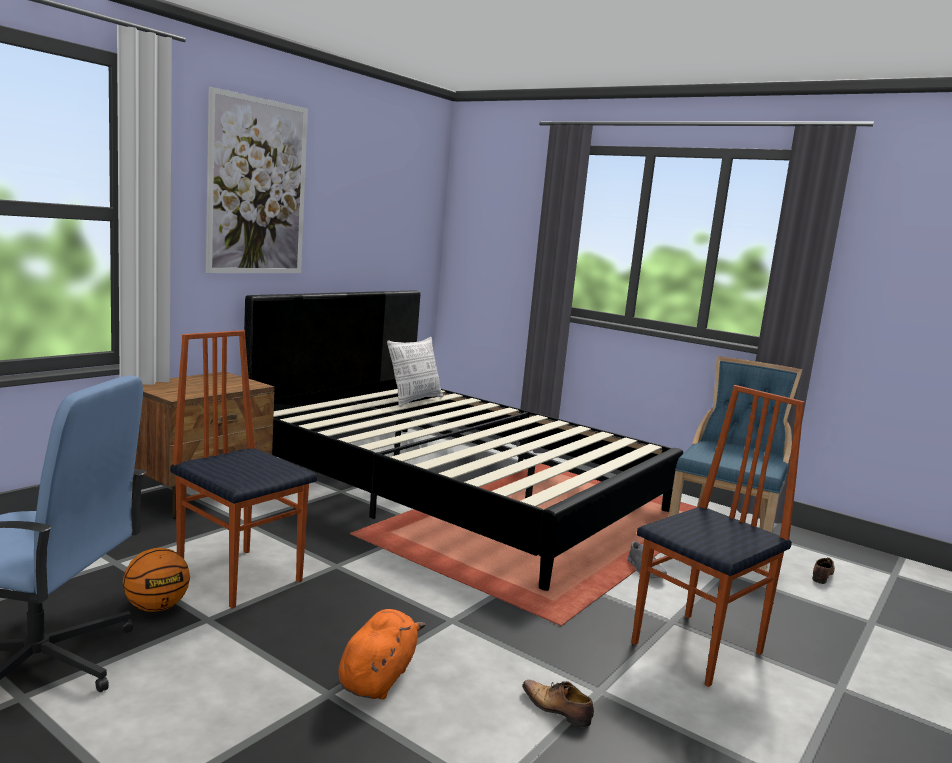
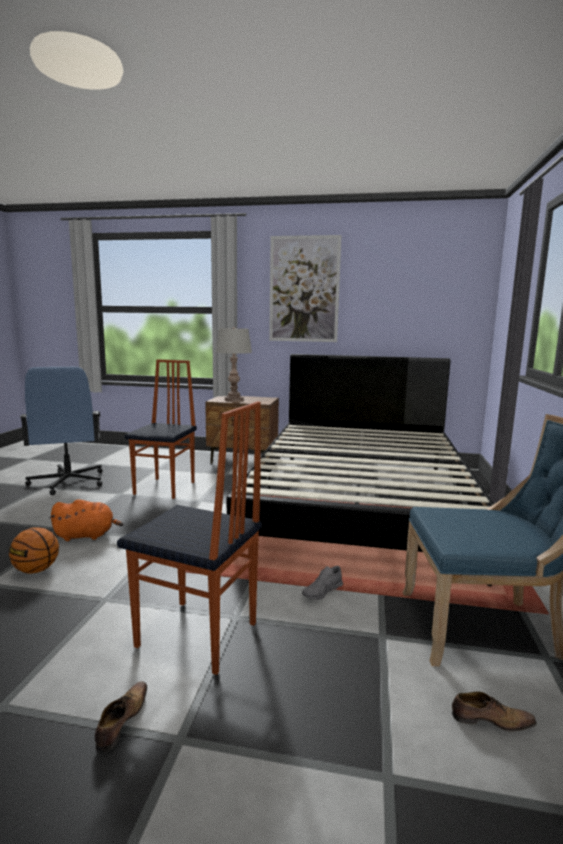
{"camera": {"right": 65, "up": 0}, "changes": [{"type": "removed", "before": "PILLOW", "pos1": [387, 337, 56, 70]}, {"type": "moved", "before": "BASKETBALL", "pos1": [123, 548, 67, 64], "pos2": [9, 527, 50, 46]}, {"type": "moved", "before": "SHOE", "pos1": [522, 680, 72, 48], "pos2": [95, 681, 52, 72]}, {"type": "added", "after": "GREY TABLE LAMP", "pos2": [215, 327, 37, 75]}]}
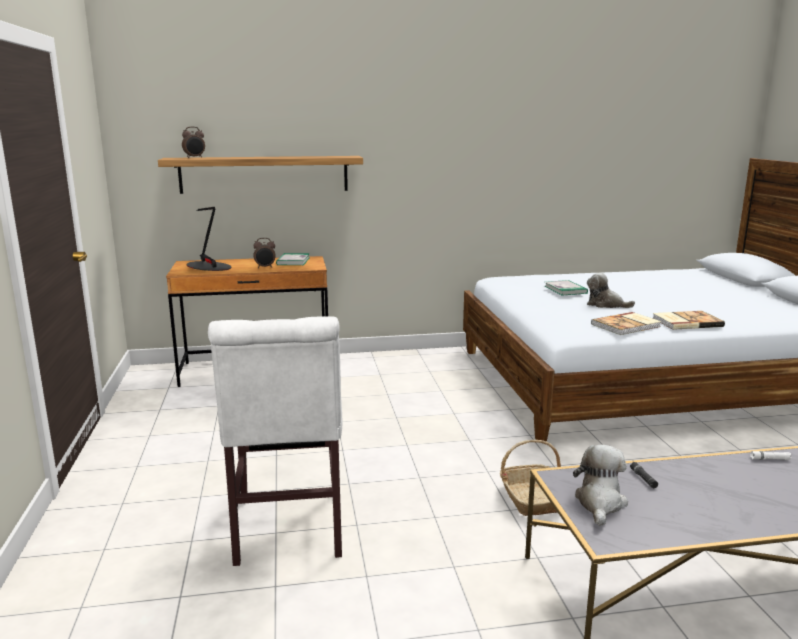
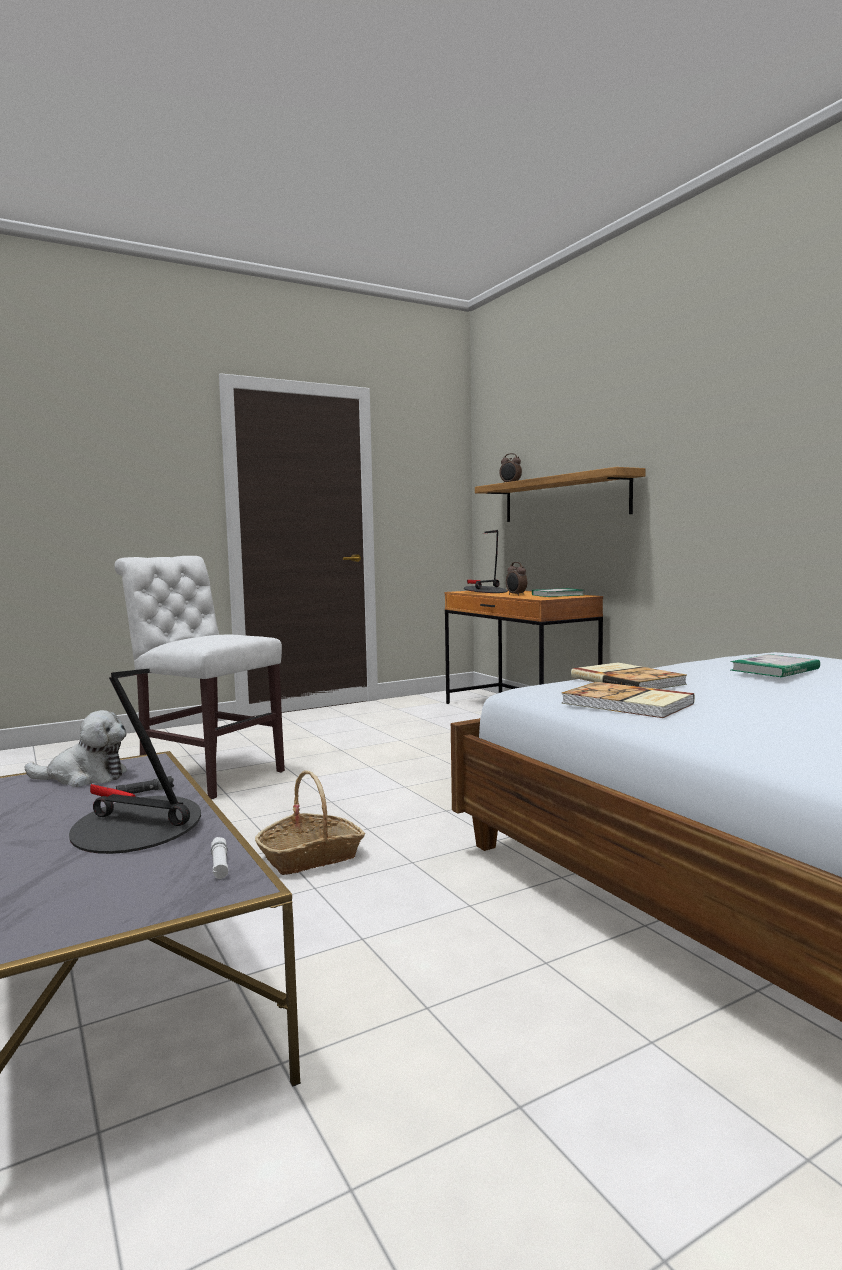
{"camera": {"right": 70, "up": -10}, "changes": [{"type": "removed", "before": "PLUSH TOY", "pos1": [587, 273, 48, 35]}, {"type": "moved", "before": "BOOK", "pos1": [653, 311, 72, 19], "pos2": [571, 662, 116, 27]}, {"type": "turned", "before": "WHITE CHAIR", "pos1": [208, 316, 134, 250], "pos2": [114, 556, 171, 243], "turn": 60}, {"type": "added", "after": "TABLE LAMP", "pos2": [69, 669, 132, 185]}]}
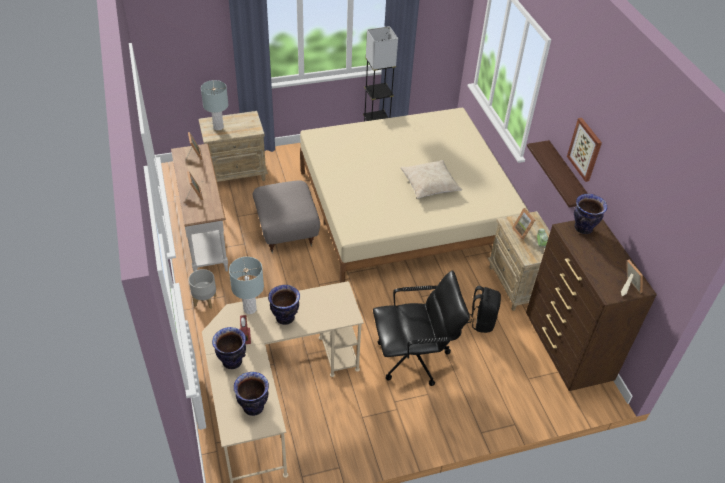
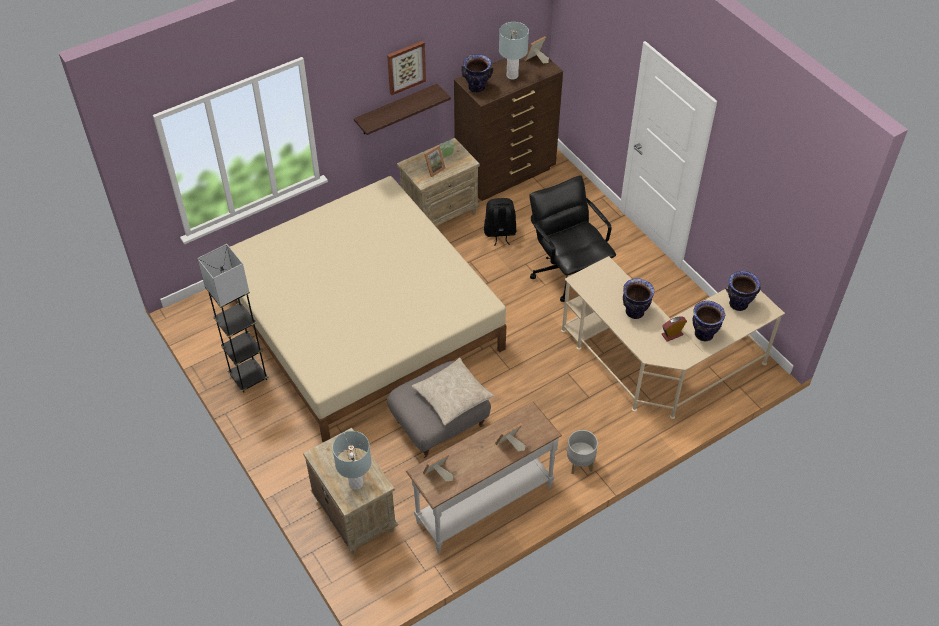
{"camera": {"right": -105, "up": 5}, "changes": [{"type": "moved", "before": "BEIGE PILLOW", "pos1": [400, 160, 62, 39], "pos2": [411, 358, 84, 67]}, {"type": "moved", "before": "GREY TABLE LAMP", "pos1": [229, 257, 35, 57], "pos2": [499, 22, 30, 58]}]}
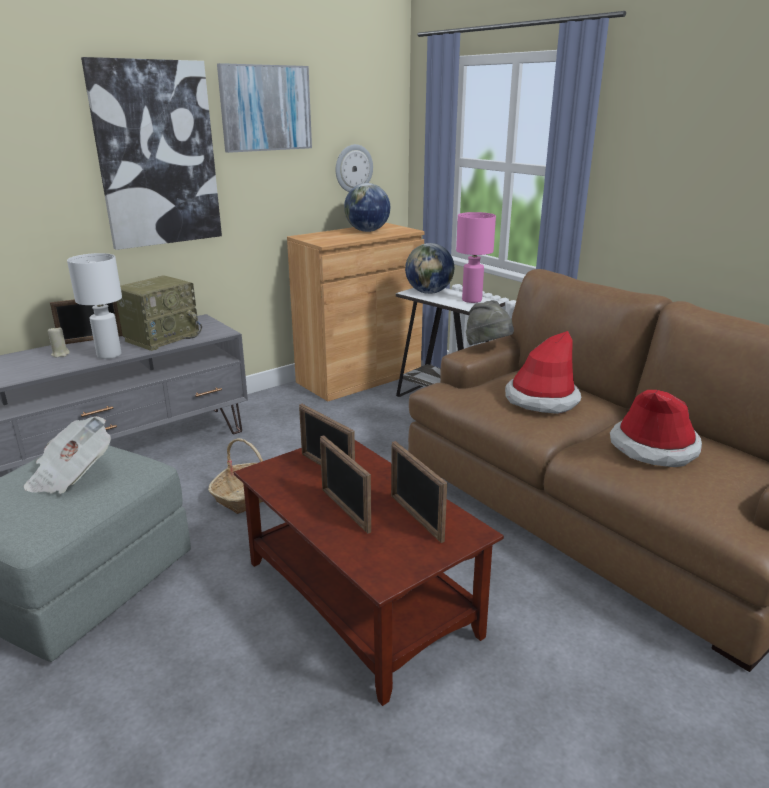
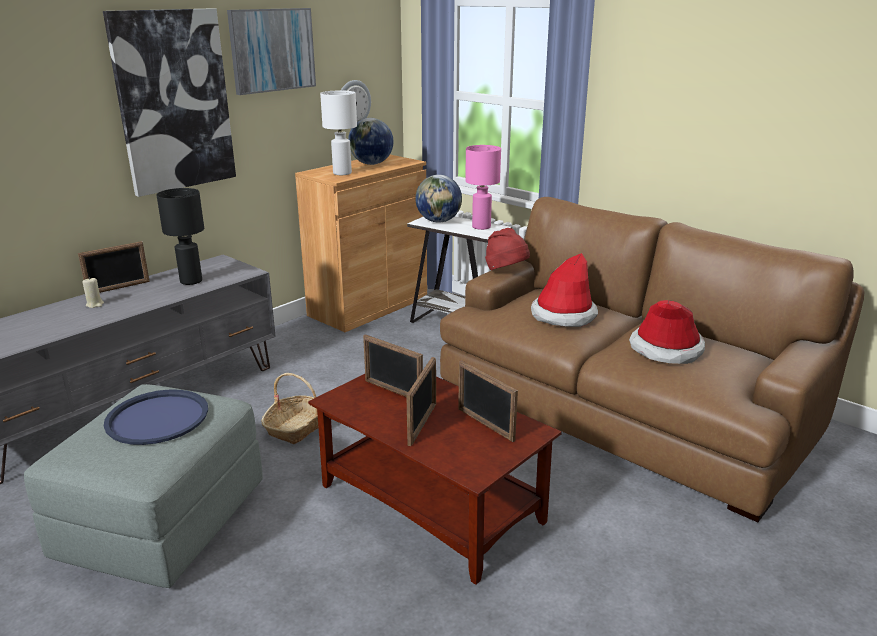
{"camera": {"right": -10, "up": 0}, "changes": [{"type": "moved", "before": "WHITE TABLE LAMP", "pos1": [67, 253, 55, 106], "pos2": [320, 91, 37, 84]}, {"type": "replaced", "before": "RADIO", "after": "BLACK TABLE LAMP", "pos1": [116, 275, 86, 76], "pos2": [156, 188, 48, 97]}, {"type": "recoloured", "before": "GREY HAT", "after": "RED HAT", "pos1": [466, 300, 48, 45], "pos2": [485, 228, 45, 42]}, {"type": "replaced", "before": "NEWSPAPER", "after": "BLUE TRAY", "pos1": [24, 416, 87, 78], "pos2": [104, 389, 104, 56]}, {"type": "turned", "before": "PICTURE FRAME", "pos1": [320, 435, 51, 98], "pos2": [406, 357, 30, 89], "turn": -120}]}
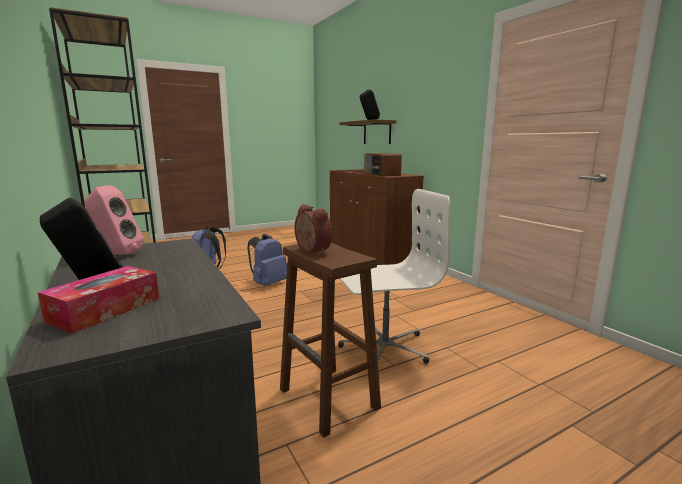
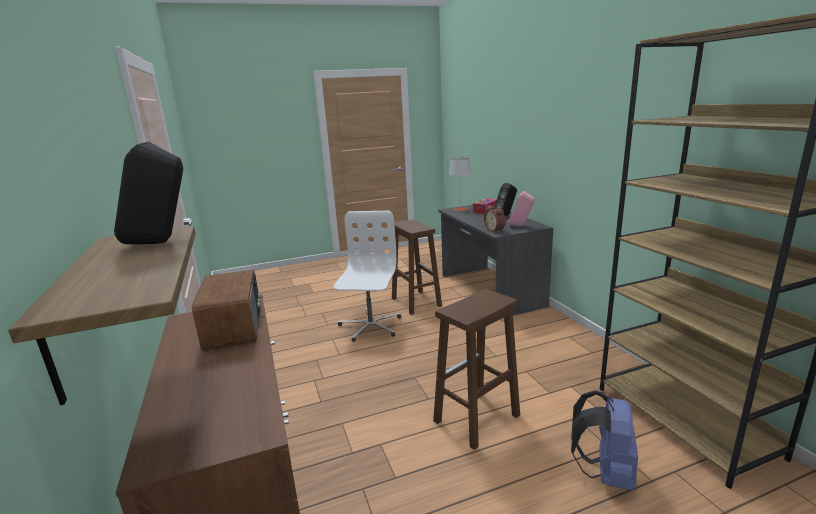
{"camera": {"right": -170, "up": 5}, "changes": [{"type": "turned", "before": "WHITE OFFICE CHAIR", "pos1": [338, 189, 112, 175], "pos2": [334, 211, 67, 131], "turn": 105}, {"type": "moved", "before": "ALARM CLOCK", "pos1": [295, 204, 38, 50], "pos2": [484, 205, 22, 28]}, {"type": "replaced", "before": "BLUE BACKPACK", "after": "BROWN STOOL", "pos1": [248, 234, 39, 52], "pos2": [433, 289, 87, 161]}, {"type": "added", "after": "GREY TABLE LAMP", "pos2": [449, 157, 23, 54]}]}
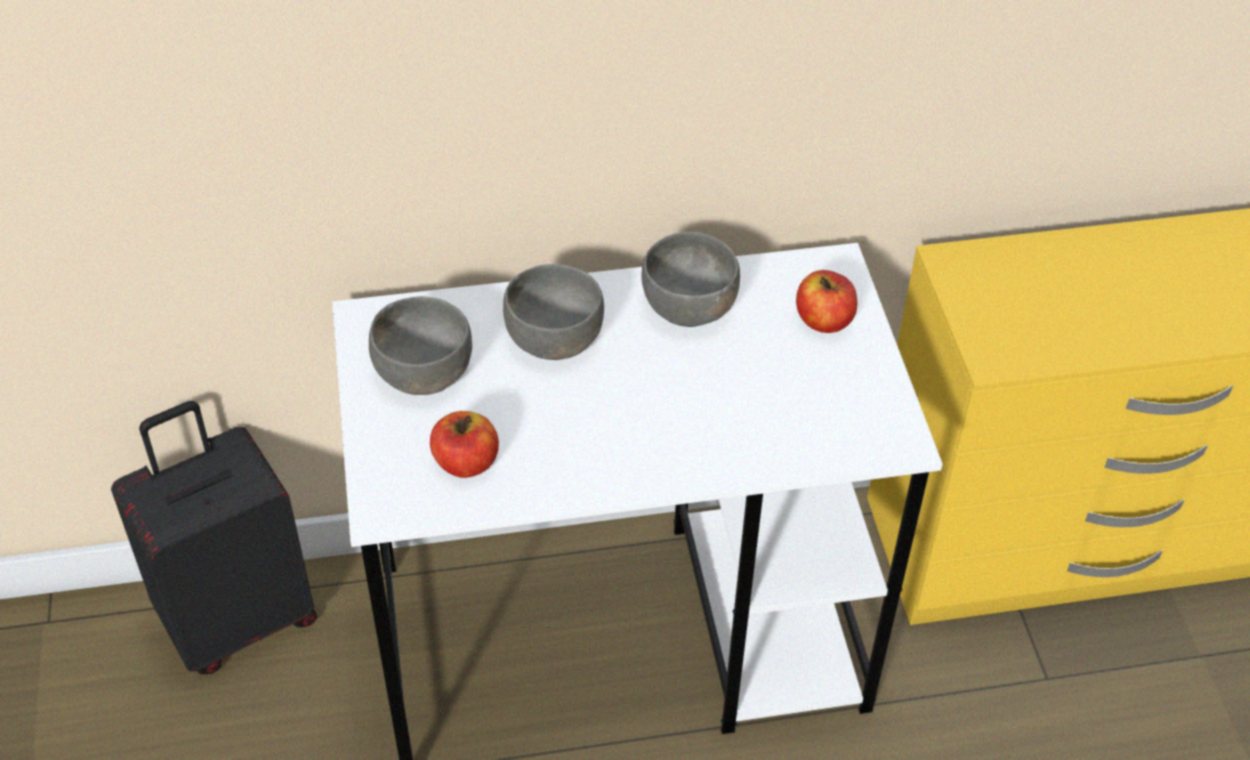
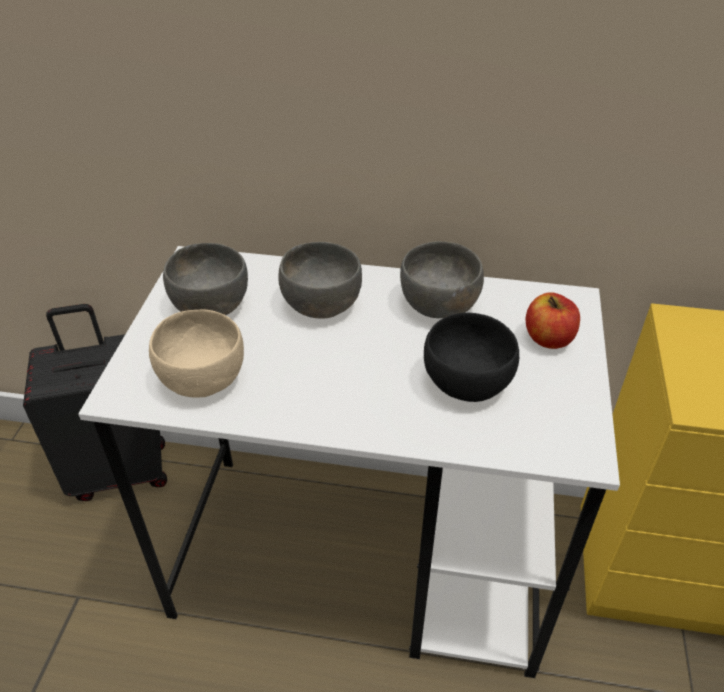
{"camera": {"right": 20, "up": -5}, "changes": [{"type": "replaced", "before": "APPLE", "after": "BEIGE BOWL", "pos1": [430, 411, 69, 67], "pos2": [149, 310, 95, 88]}, {"type": "added", "after": "BLACK BOWL", "pos2": [424, 313, 95, 89]}]}
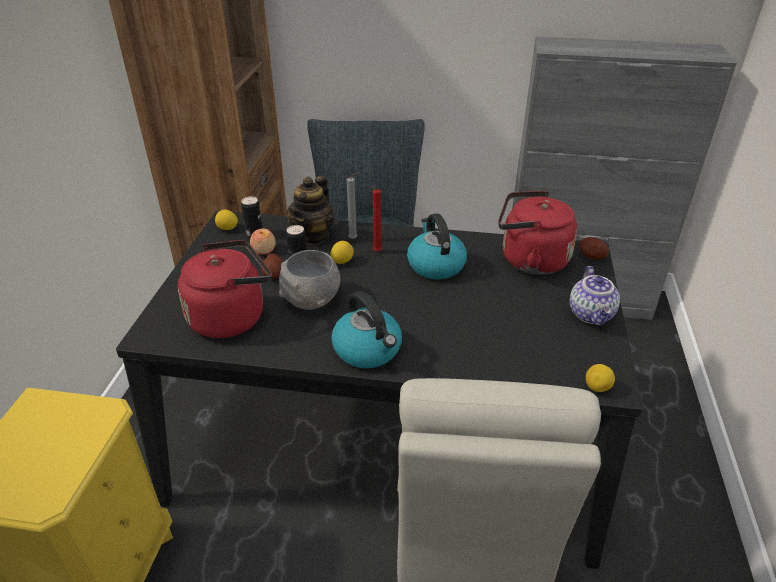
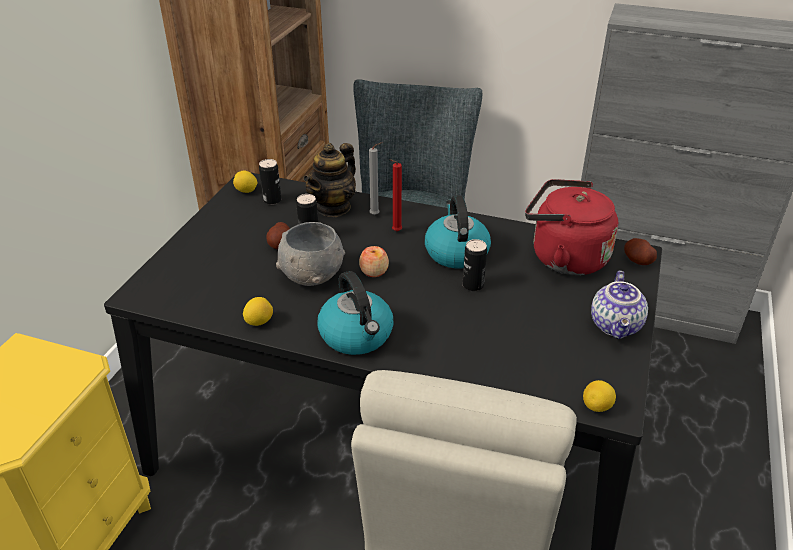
{"camera": {"right": 10, "up": 0}, "changes": [{"type": "moved", "before": "APPLE", "pos1": [250, 229, 26, 26], "pos2": [359, 246, 30, 31]}, {"type": "removed", "before": "RED KETTLE", "pos1": [178, 240, 94, 98]}, {"type": "moved", "before": "LEMON", "pos1": [330, 241, 24, 23], "pos2": [243, 297, 30, 29]}, {"type": "added", "after": "CAN", "pos2": [463, 239, 24, 52]}]}
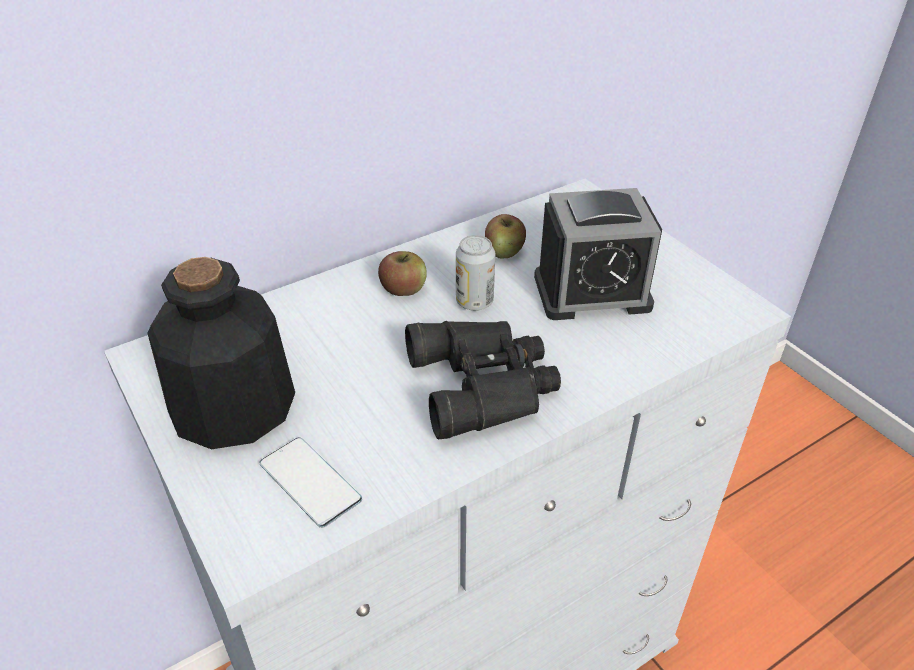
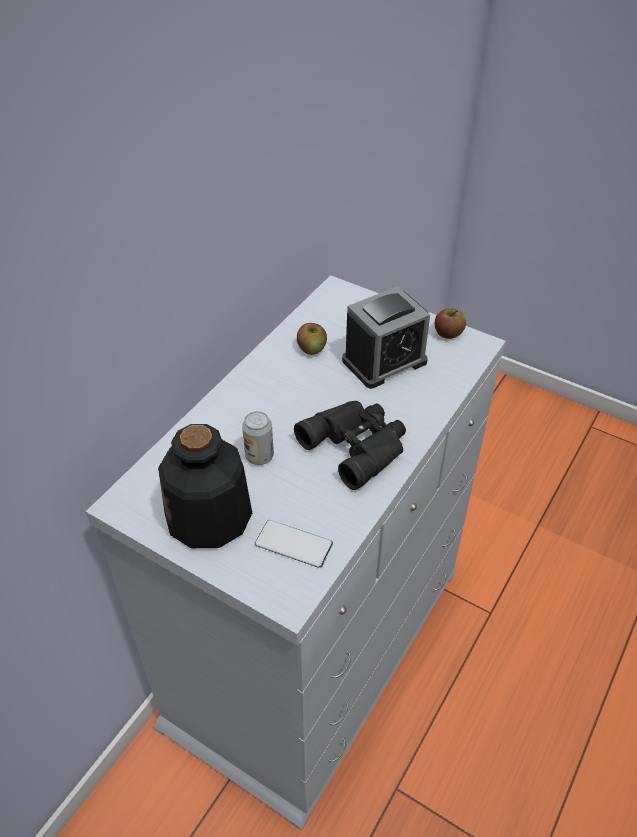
{"camera": {"right": -25, "up": 5}, "changes": [{"type": "moved", "before": "CAN", "pos1": [456, 235, 39, 76], "pos2": [242, 411, 32, 54]}, {"type": "moved", "before": "APPLE", "pos1": [378, 251, 49, 45], "pos2": [435, 308, 31, 31]}]}
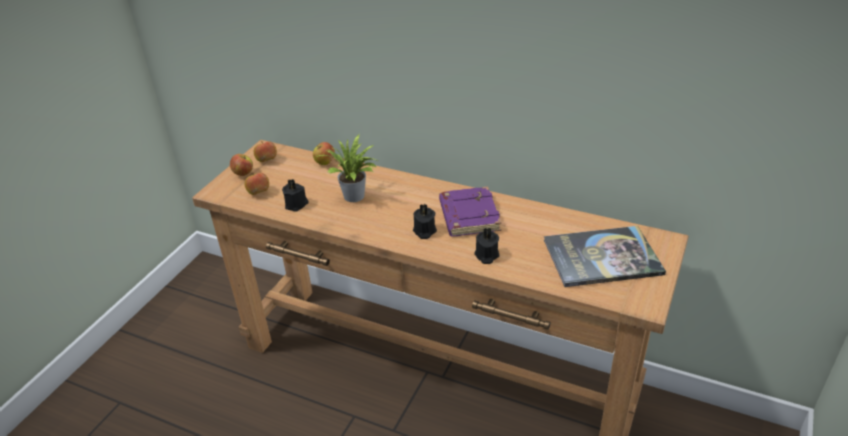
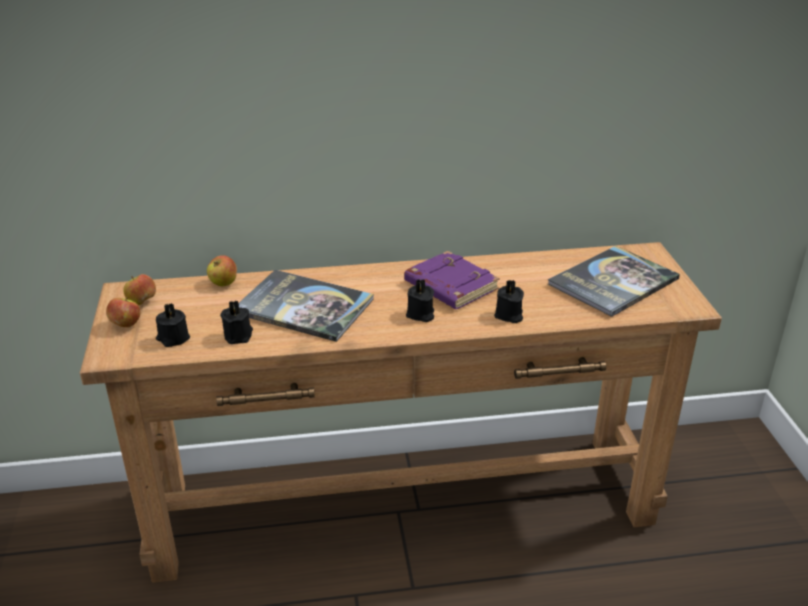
{"camera": {"right": -35, "up": -5}, "changes": [{"type": "replaced", "before": "POTTED PLANT", "after": "BOOK", "pos1": [316, 134, 63, 68], "pos2": [239, 270, 135, 72]}, {"type": "replaced", "before": "APPLE", "after": "BLACK CANDLE", "pos1": [245, 172, 24, 23], "pos2": [156, 303, 34, 44]}]}
